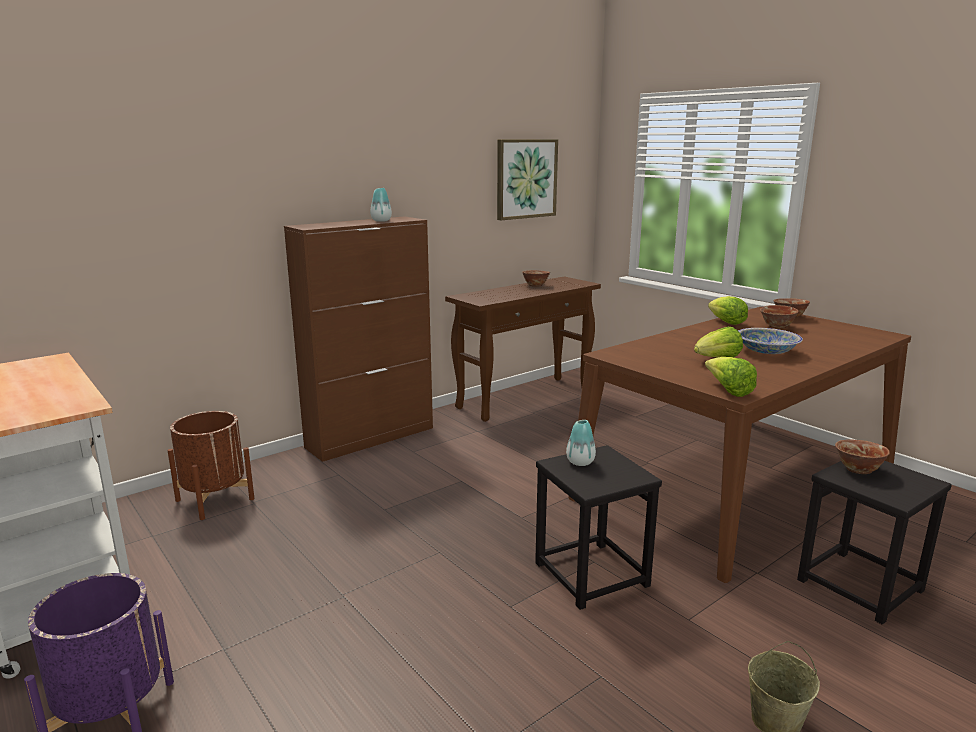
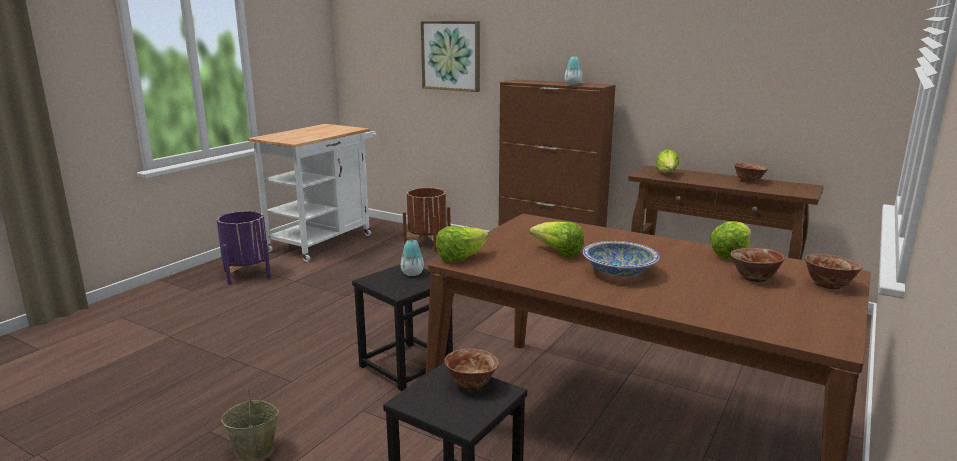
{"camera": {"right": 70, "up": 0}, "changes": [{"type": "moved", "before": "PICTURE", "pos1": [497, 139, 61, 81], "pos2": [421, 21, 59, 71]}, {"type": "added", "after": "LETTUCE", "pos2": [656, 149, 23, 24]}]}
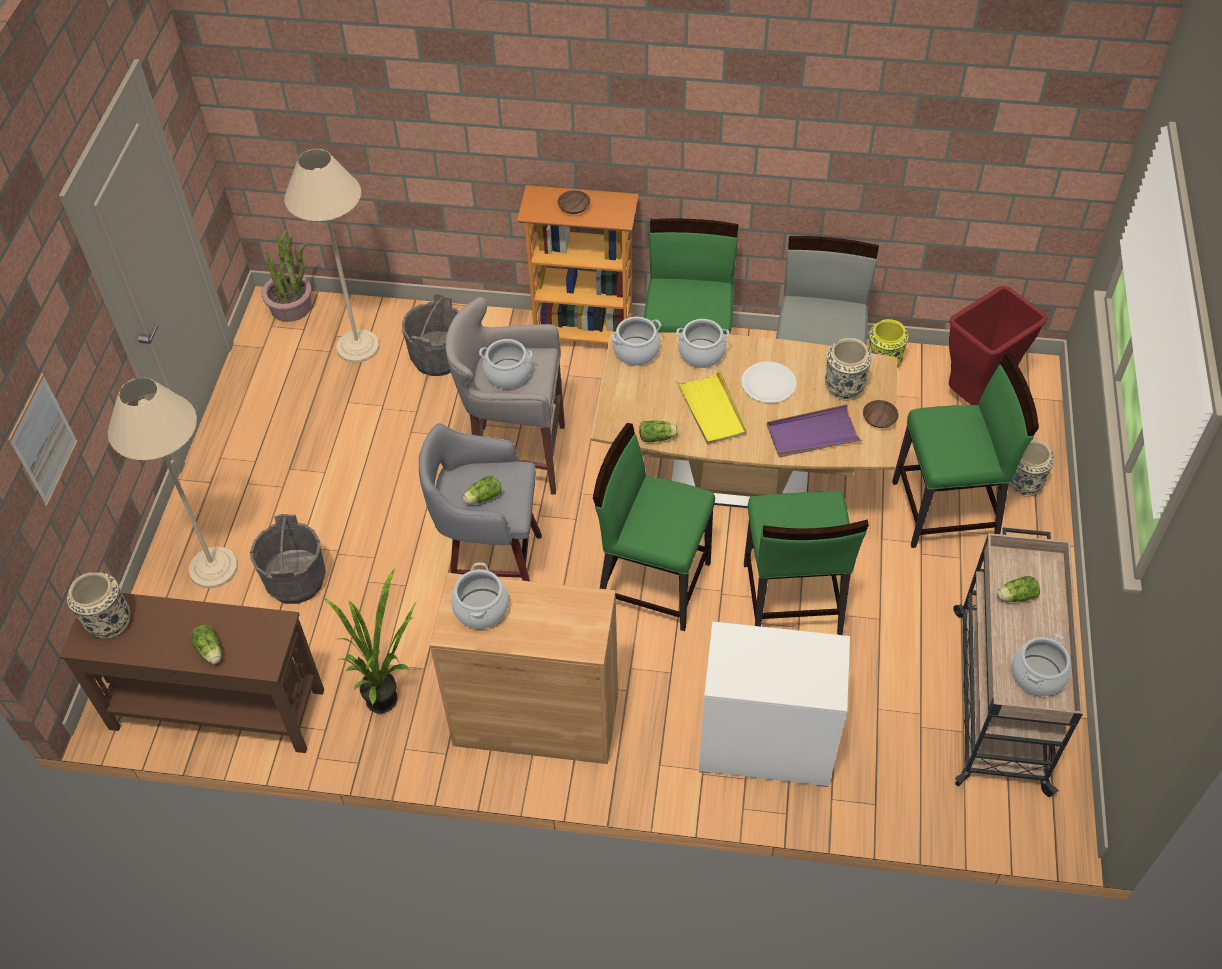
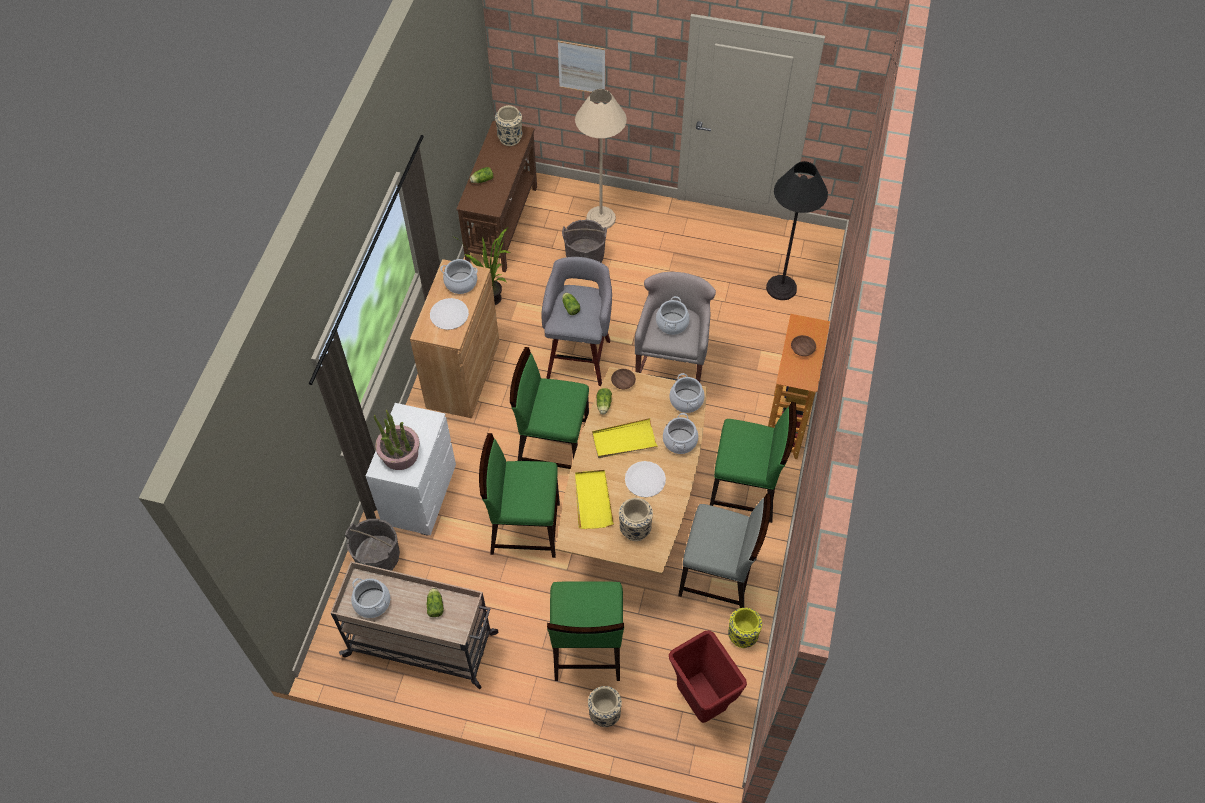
{"camera": {"right": 95, "up": 5}, "changes": [{"type": "recoloured", "before": "BEIGE FLOOR LAMP", "after": "BLACK FLOOR LAMP", "pos1": [284, 148, 96, 215], "pos2": [766, 161, 62, 139]}, {"type": "moved", "before": "POTTED PLANT", "pos1": [261, 230, 51, 92], "pos2": [374, 410, 46, 60]}, {"type": "moved", "before": "GREY BUCKET", "pos1": [402, 294, 57, 82], "pos2": [345, 519, 55, 52]}, {"type": "moved", "before": "BROWN BOWL", "pos1": [863, 400, 36, 28], "pos2": [611, 369, 25, 20]}, {"type": "recoloured", "before": "PURPLE TRAY", "after": "YELLOW TRAY", "pos1": [767, 404, 95, 53], "pos2": [575, 470, 39, 59]}, {"type": "turned", "before": "GREEN CHAIR", "pos1": [593, 423, 122, 208], "pos2": [510, 347, 79, 122], "turn": -105}, {"type": "added", "after": "WHITE PLATE", "pos2": [430, 298, 39, 32]}]}
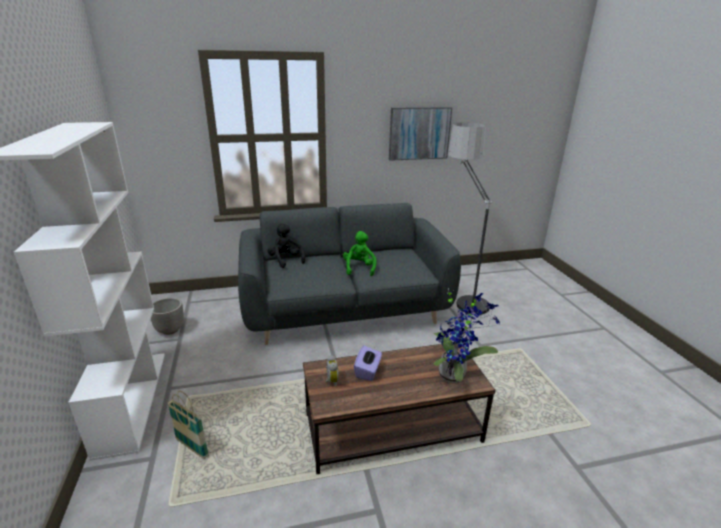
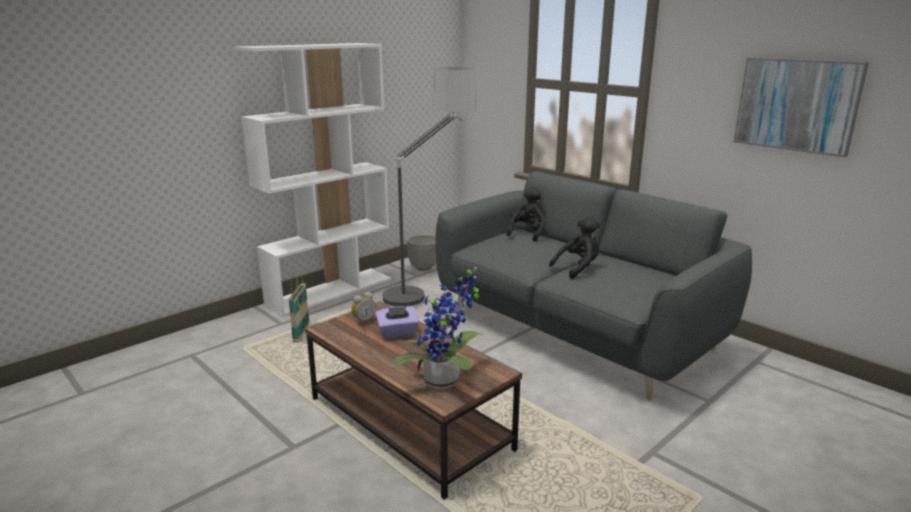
{"camera": {"right": 60, "up": -5}, "changes": [{"type": "moved", "before": "FLOOR LAMP", "pos1": [448, 122, 44, 196], "pos2": [382, 67, 96, 240]}, {"type": "recoloured", "before": "GREEN PLUSH TOY", "after": "BLACK PLUSH TOY", "pos1": [343, 231, 34, 45], "pos2": [549, 217, 51, 62]}]}
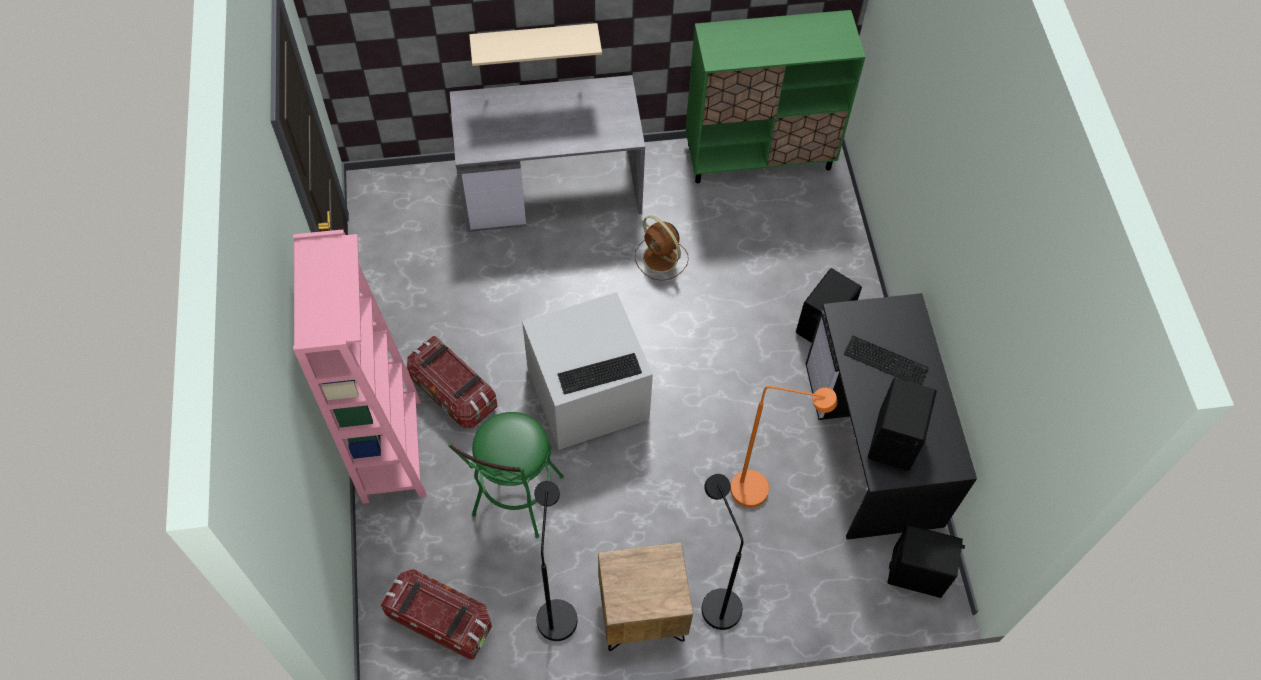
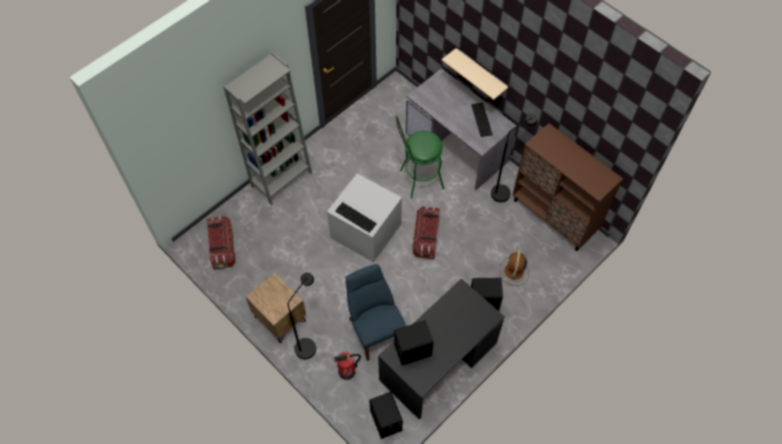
{"camera": {"right": 55, "up": 0}, "changes": [{"type": "recoloured", "before": "GREEN CABINET", "after": "BROWN CABINET", "pos1": [685, 10, 180, 173], "pos2": [513, 123, 110, 128]}, {"type": "moved", "before": "BROWN FAN", "pos1": [635, 215, 54, 66], "pos2": [499, 247, 30, 39]}, {"type": "recoloured", "before": "PINK BOOKCASE", "after": "GREY BOOKCASE", "pos1": [293, 230, 134, 274], "pos2": [223, 51, 89, 154]}, {"type": "moved", "before": "KEYBOARD", "pos1": [844, 335, 85, 50], "pos2": [471, 103, 22, 34]}, {"type": "moved", "before": "STORAGE BOX", "pos1": [407, 336, 91, 92], "pos2": [413, 206, 27, 53]}, {"type": "replaced", "before": "ORANGE FLOOR LAMP", "after": "BLUE CHAIR", "pos1": [730, 386, 108, 122], "pos2": [346, 264, 60, 97]}, {"type": "moved", "before": "GREEN STOOL", "pos1": [448, 412, 116, 126], "pos2": [396, 115, 48, 83]}, {"type": "moved", "before": "BLACK FLOOR LAMP", "pos1": [534, 481, 43, 160], "pos2": [491, 114, 46, 88]}, {"type": "added", "after": "FIRE EXTINGUISHER", "pos2": [334, 352, 27, 28]}]}
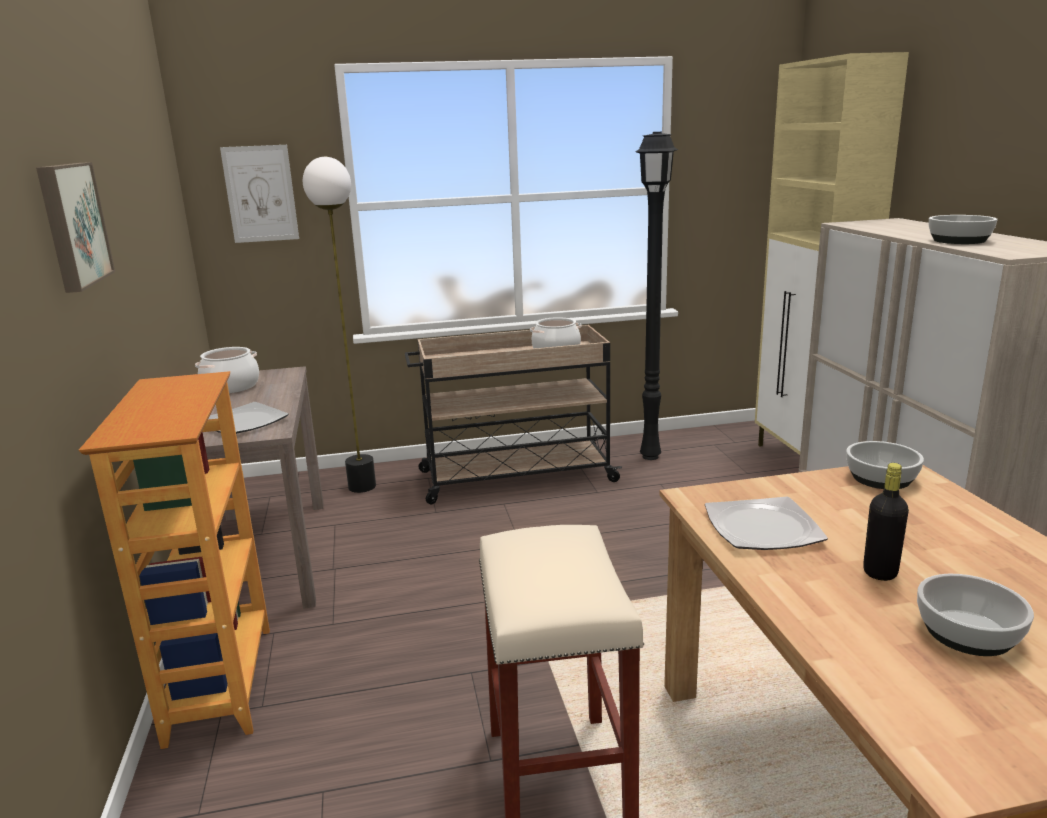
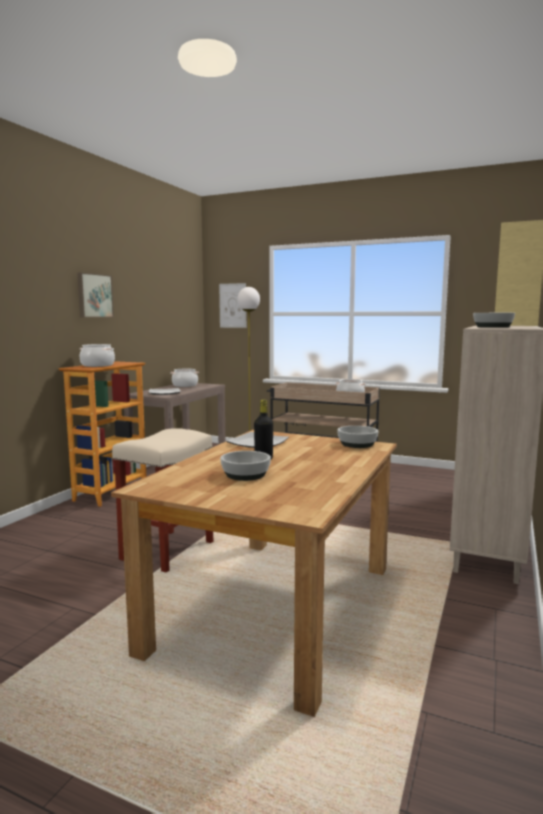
{"camera": {"right": 35, "up": -10}, "changes": [{"type": "removed", "before": "BLACK FLOOR LAMP", "pos1": [635, 132, 43, 328]}, {"type": "added", "after": "COOKING POT", "pos2": [80, 344, 35, 23]}]}
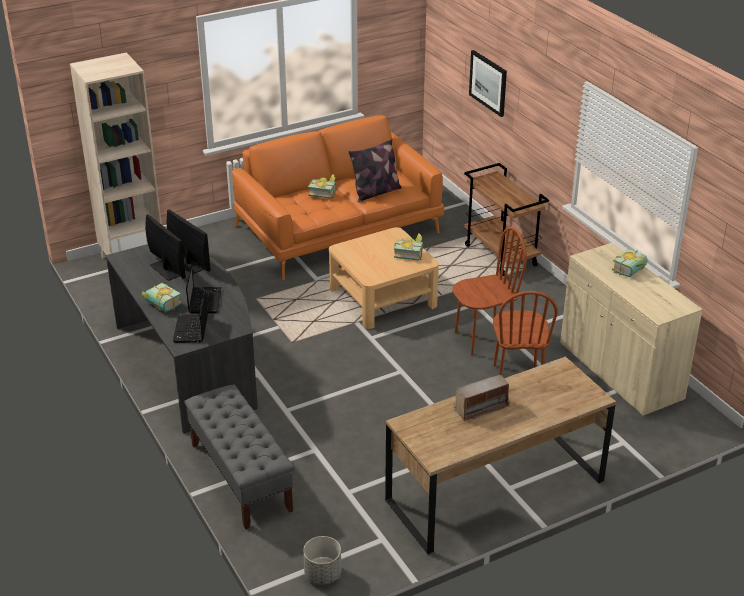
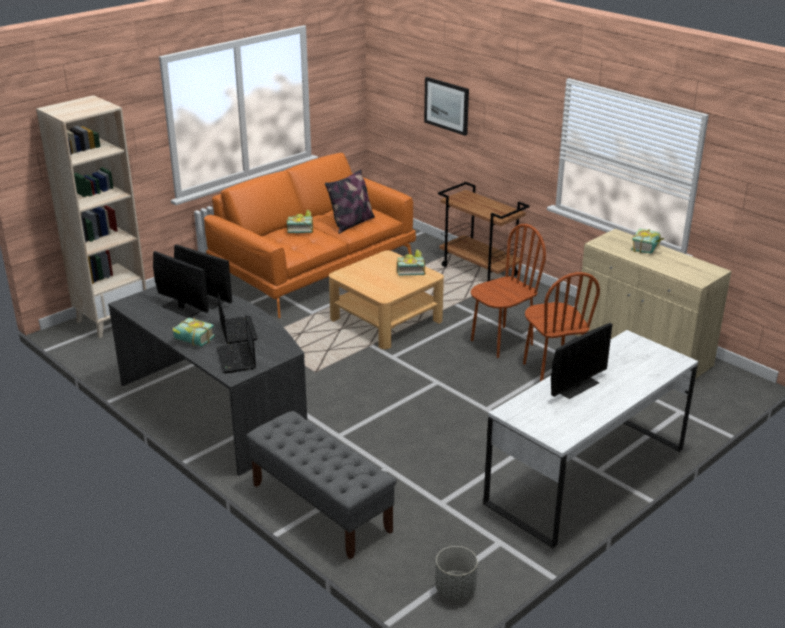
{"camera": {"right": -15, "up": -5}, "changes": [{"type": "recoloured", "before": "BROWN DESK", "after": "WHITE DESK", "pos1": [385, 356, 231, 199], "pos2": [483, 330, 215, 219]}, {"type": "replaced", "before": "RADIO", "after": "MONITOR", "pos1": [454, 374, 56, 47], "pos2": [551, 323, 61, 76]}]}
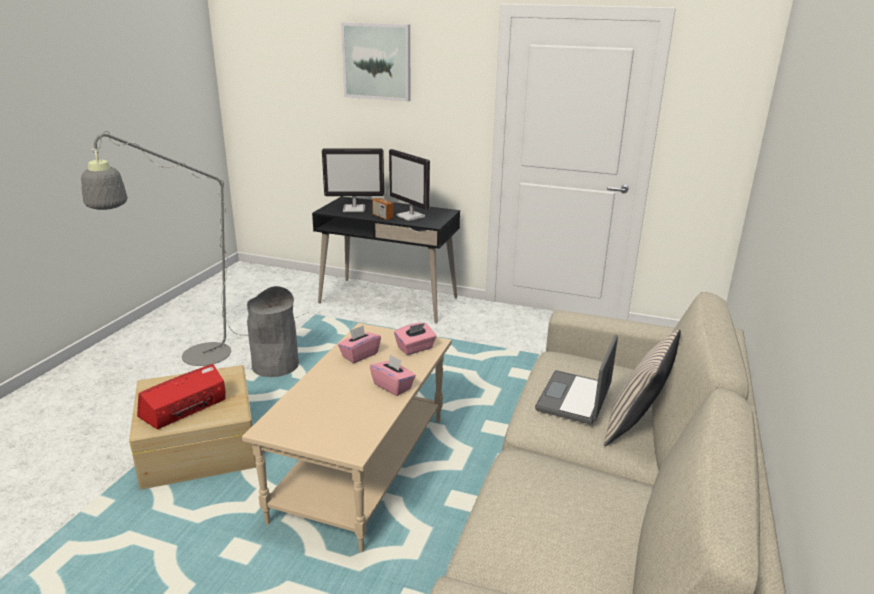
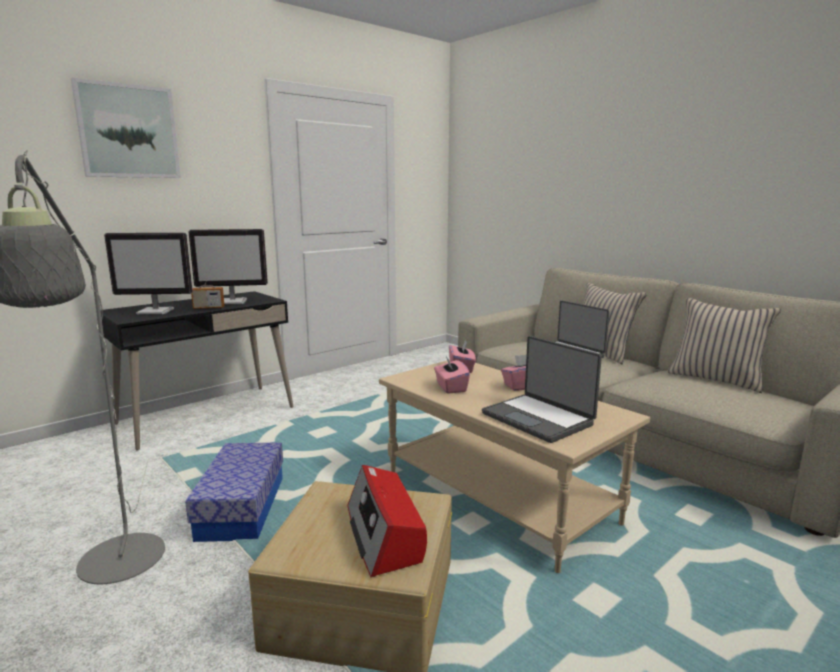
{"camera": {"right": -60, "up": -10}, "changes": [{"type": "turned", "before": "MONITOR", "pos1": [322, 148, 62, 64], "pos2": [104, 233, 89, 82], "turn": 60}, {"type": "replaced", "before": "GREY TRASH CAN", "after": "STORAGE BOX", "pos1": [247, 286, 52, 91], "pos2": [185, 442, 98, 100]}, {"type": "added", "after": "BEIGE PILLOW", "pos2": [667, 298, 114, 95]}, {"type": "added", "after": "LAPTOP", "pos2": [482, 336, 120, 107]}]}
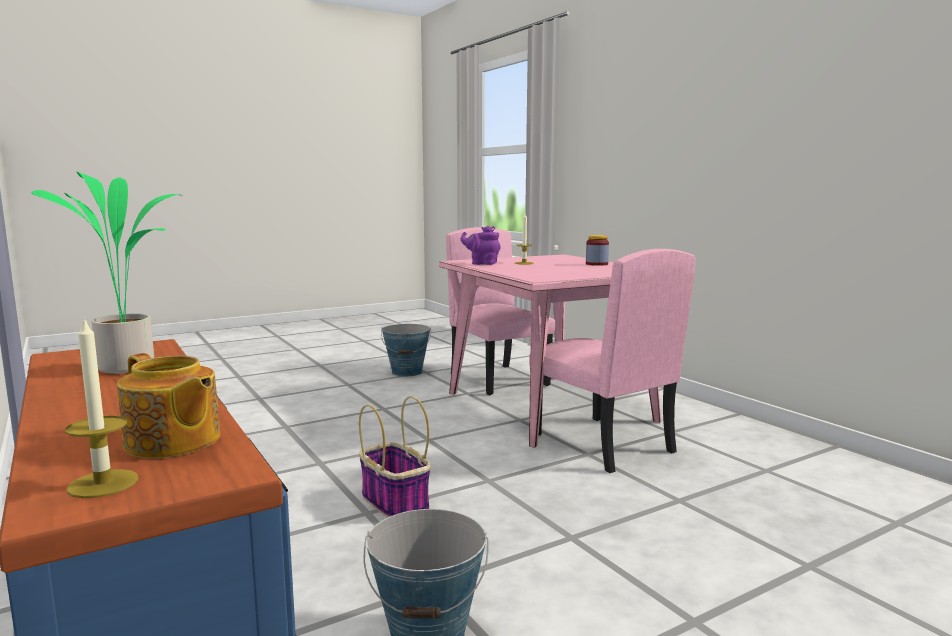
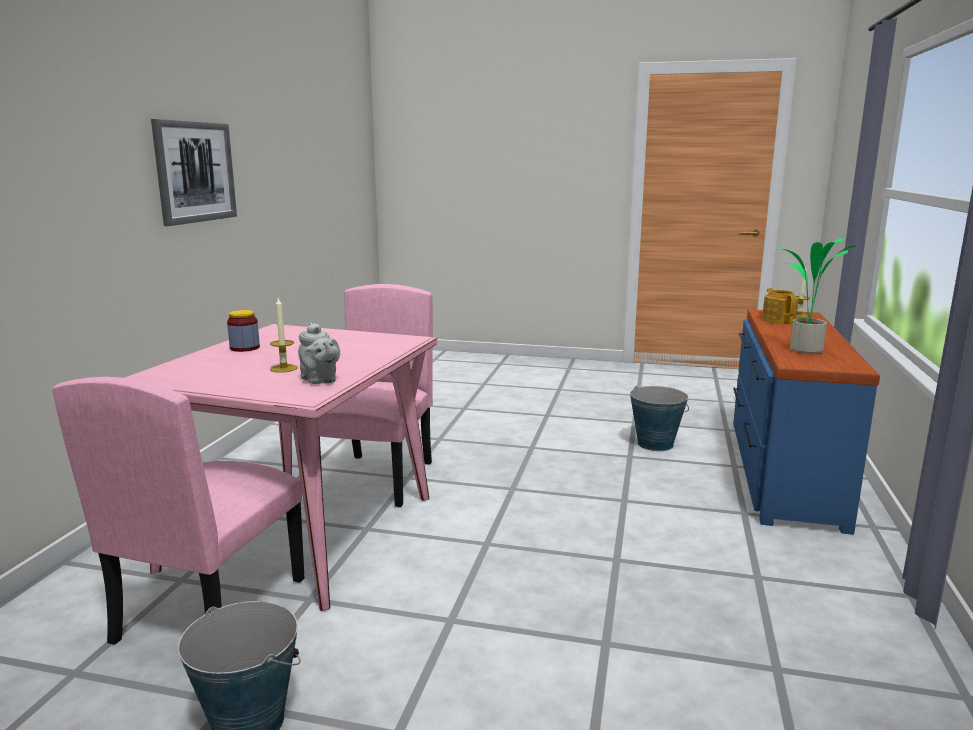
{"camera": {"right": -135, "up": 5}, "changes": [{"type": "recoloured", "before": "PURPLE TEAPOT", "after": "GREY TEAPOT", "pos1": [460, 226, 41, 39], "pos2": [298, 322, 42, 62]}, {"type": "removed", "before": "BASKET", "pos1": [359, 396, 72, 122]}, {"type": "added", "after": "PICTURE", "pos2": [151, 119, 86, 107]}]}
